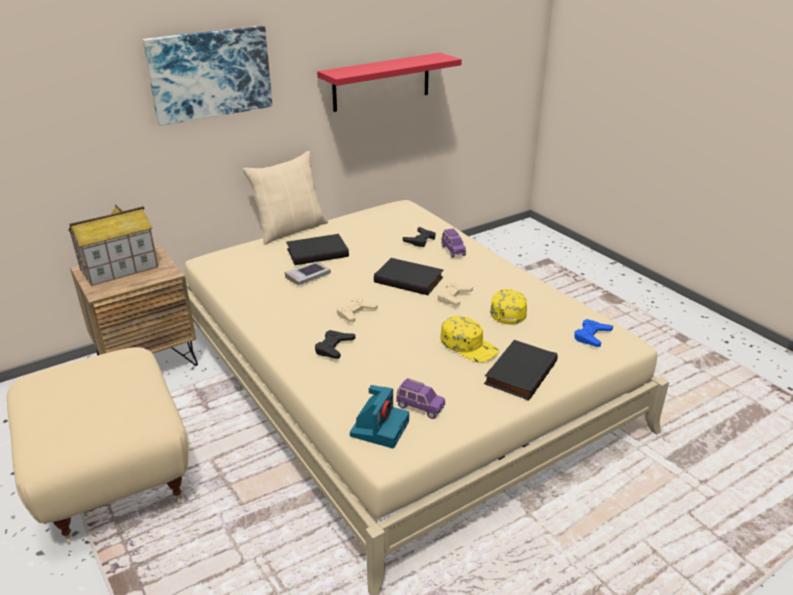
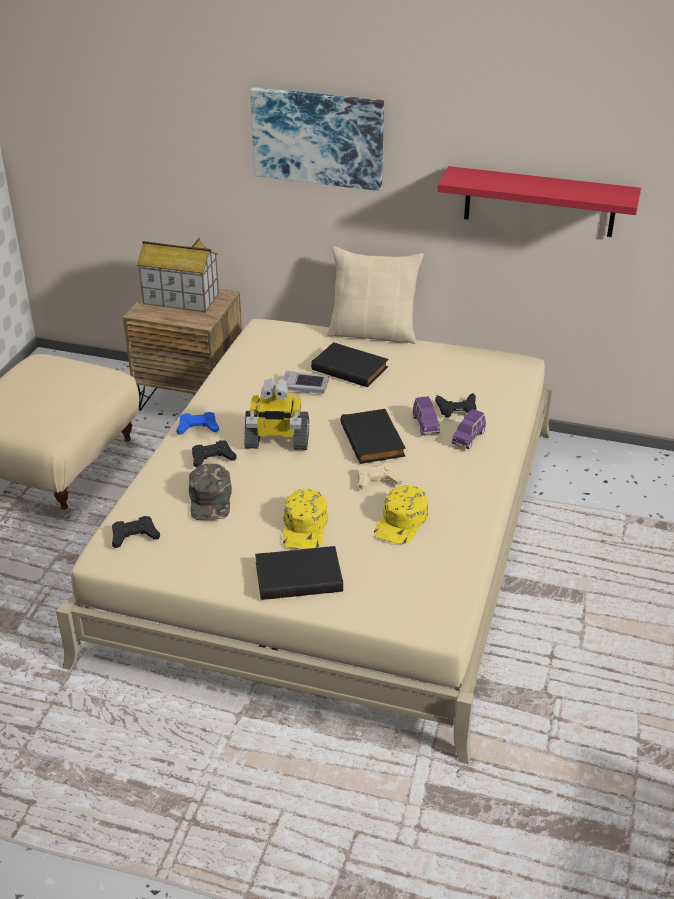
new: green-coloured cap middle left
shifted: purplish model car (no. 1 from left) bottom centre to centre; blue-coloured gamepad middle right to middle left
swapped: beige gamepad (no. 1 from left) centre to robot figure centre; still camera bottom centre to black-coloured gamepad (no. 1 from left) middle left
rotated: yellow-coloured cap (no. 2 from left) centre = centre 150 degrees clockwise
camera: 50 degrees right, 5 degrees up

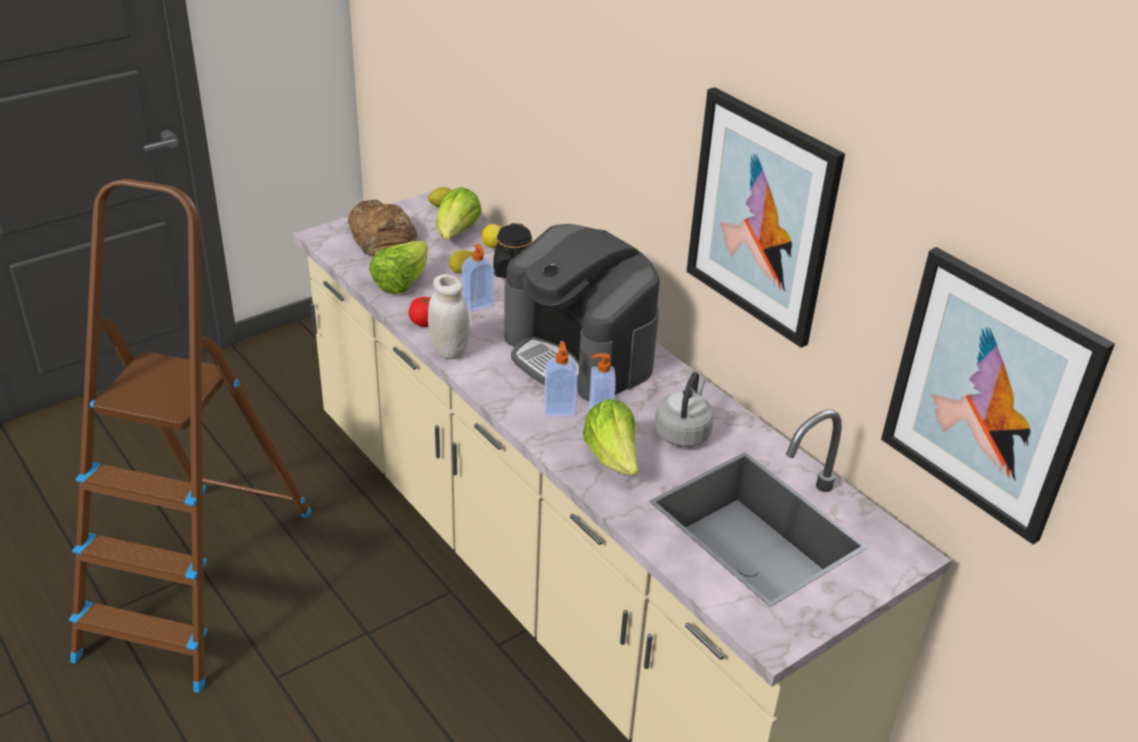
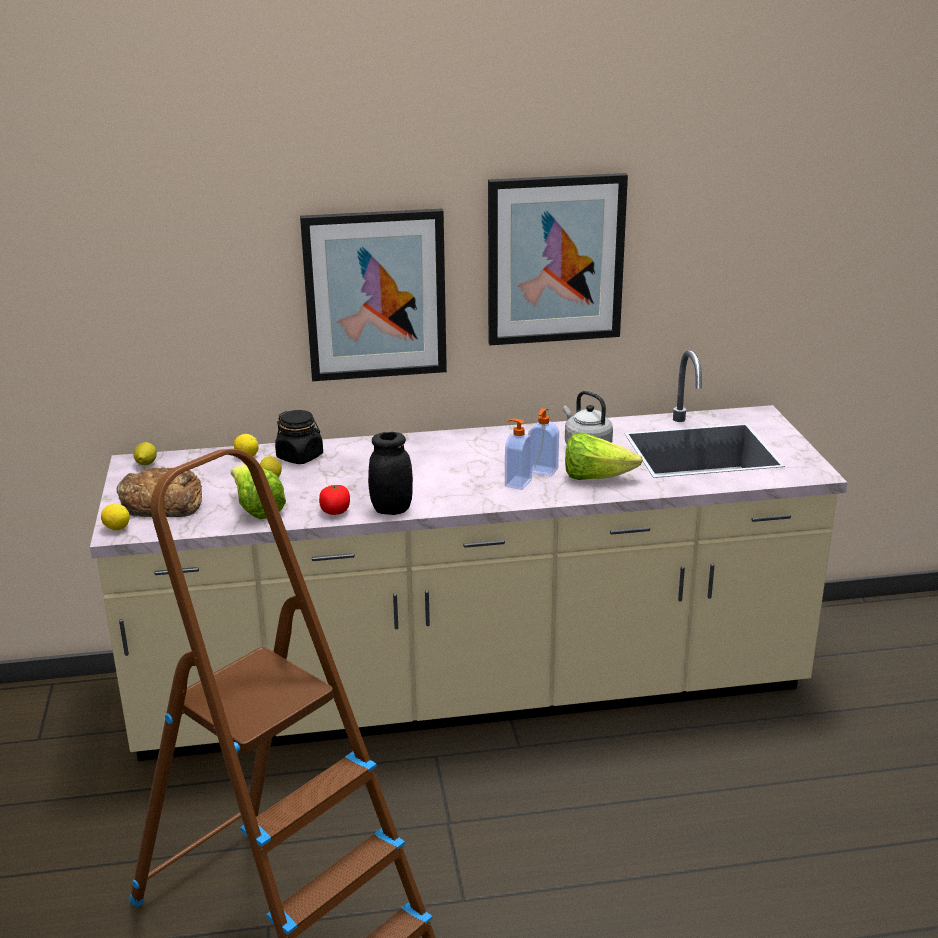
gone: lettuce head (no. 2 from left) top centre; soap dispenser (no. 1 from left) centre; coffee machine centre
new: lemon (no. 1 from left) middle left
shifted: wall picture (no. 2 from left in the first image) middle right to wall picture (no. 1 from left) top centre
repainted: white storage jar centre to black-coloured storage jar (no. 2 from left) centre
camera: 60 degrees left, 10 degrees down

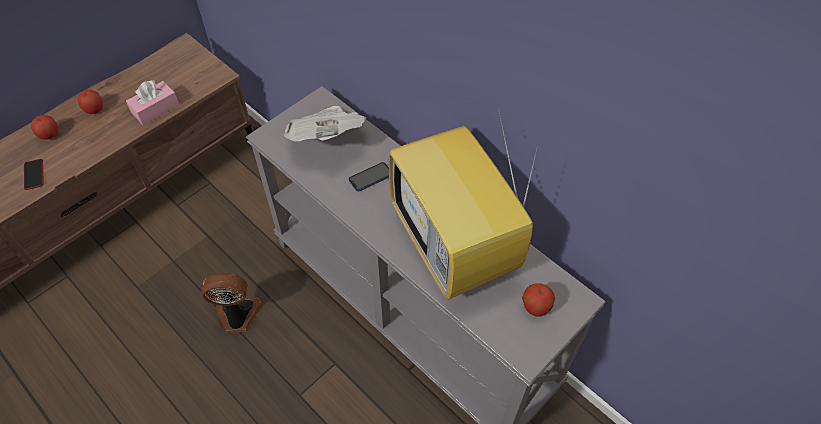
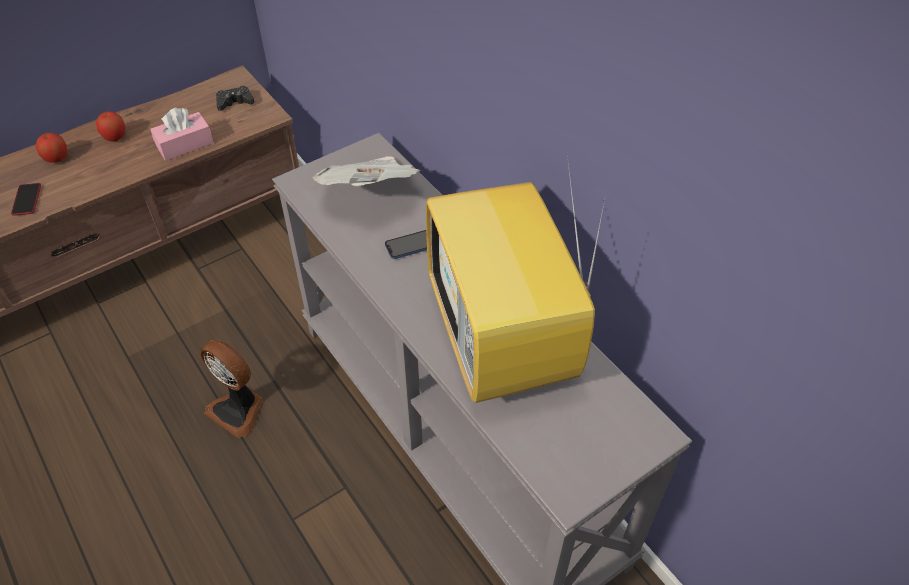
gone: apple (no. 3 from left) bottom centre
new: black-coloured gamepad top left
rotated: electric fan bottom left = middle left 150 degrees counterclockwise
camera: 10 degrees right, 5 degrees down

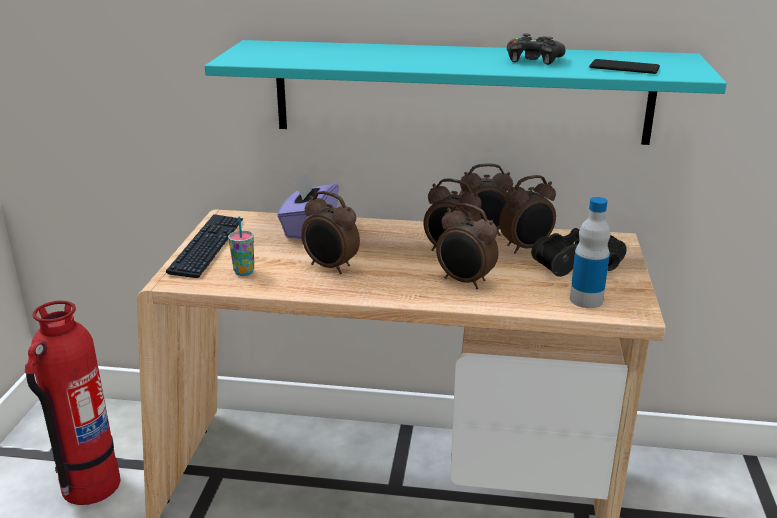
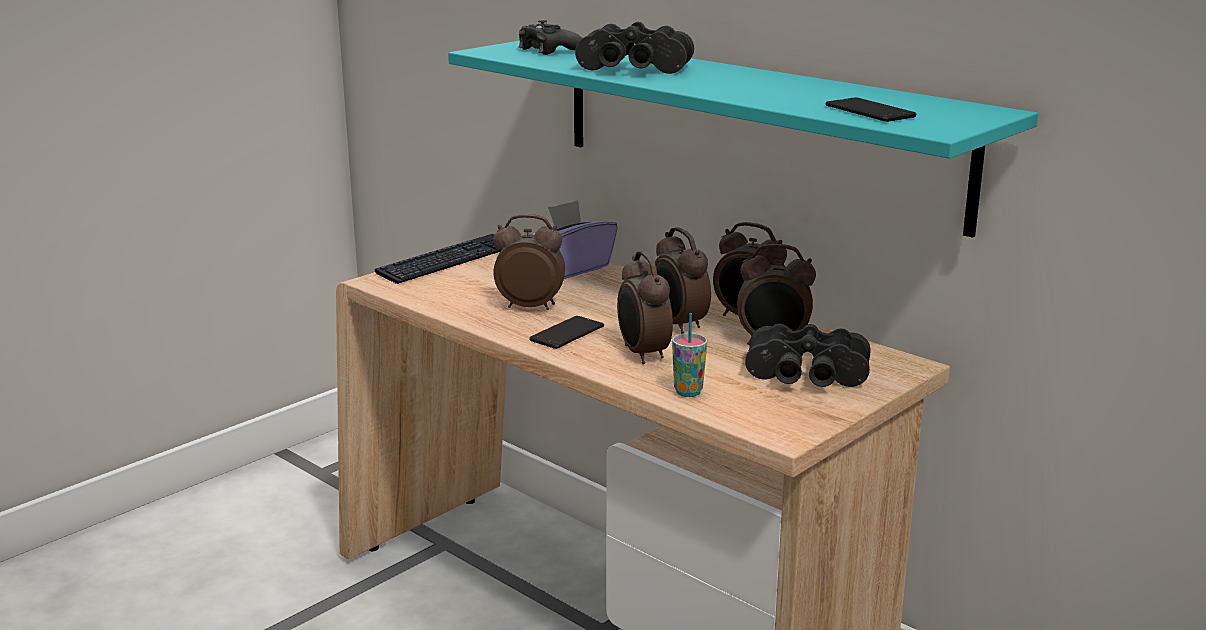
gone: extinguisher bottom left; bottle middle right
new: telephone (no. 1 from left) centre; black-coloured field glasses (no. 1 from left) top centre
shifted: cup middle left to centre; black-coloured gamepad top right to top centre
rotated: alarm clock (no. 1 from left) centre = centre 120 degrees clockwise
camera: 35 degrees right, 5 degrees down

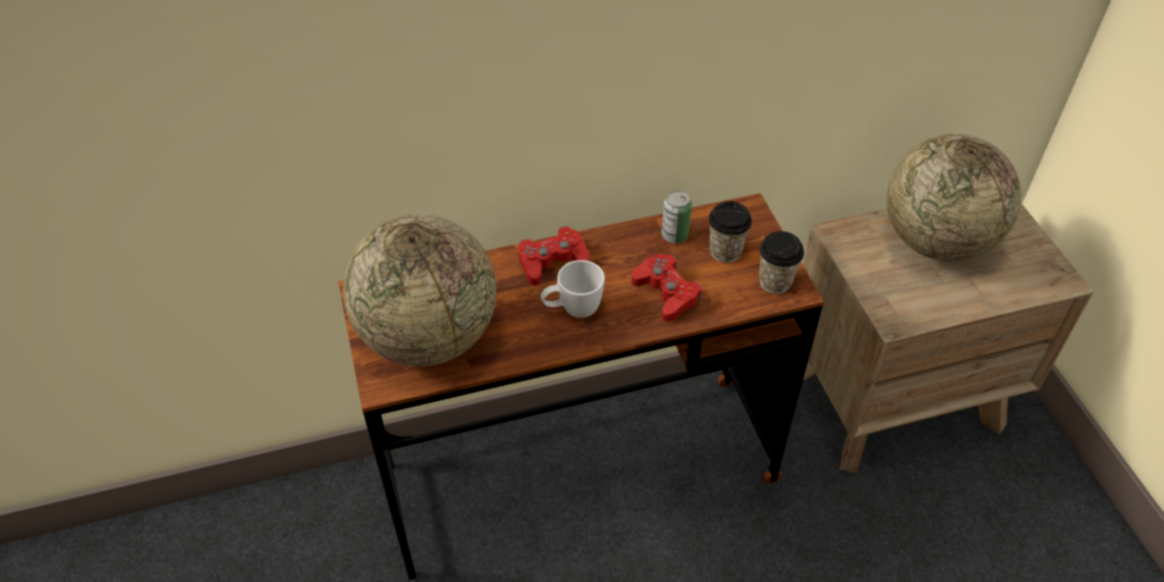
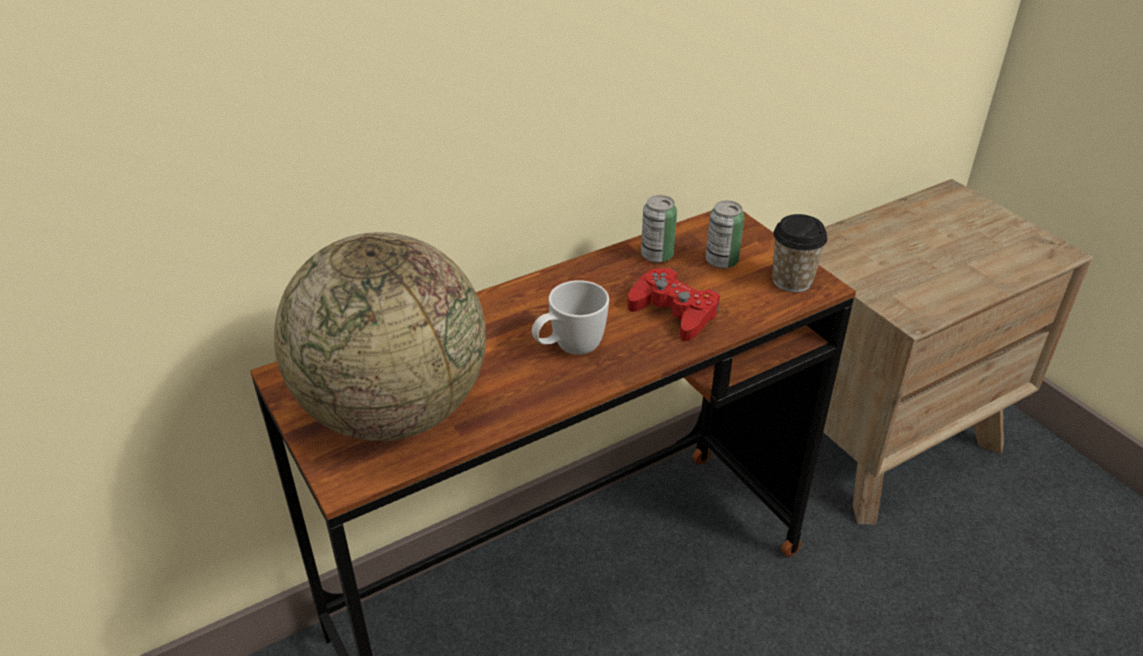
gone: red gamepad (no. 1 from left) centre; world globe (no. 2 from left) middle right
swapped: cup (no. 1 from left) centre to metal can (no. 2 from left) centre
camera: 15 degrees left, 10 degrees down

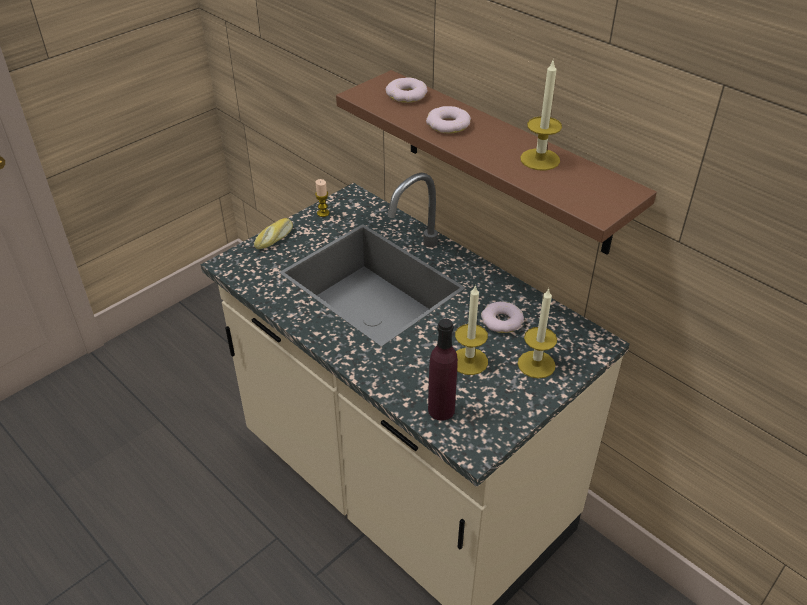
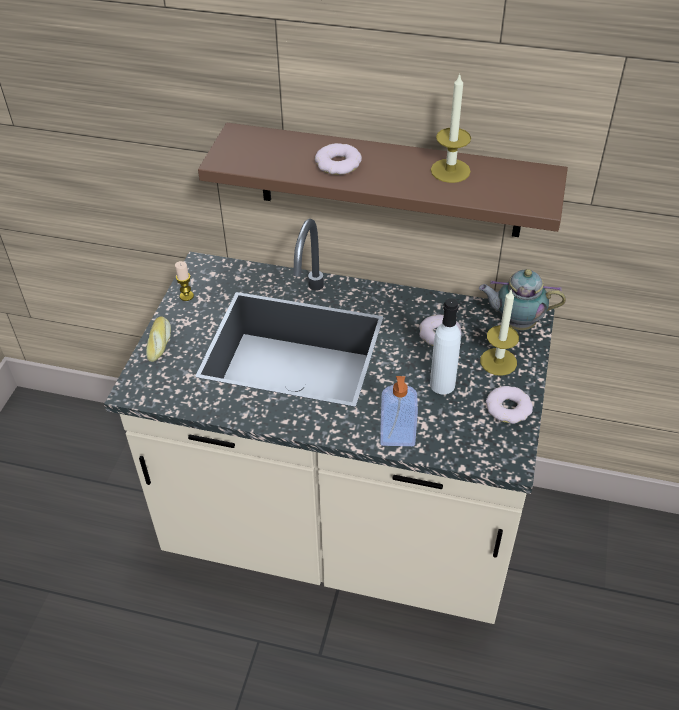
gone: purplish bottle centre
new: soap dispenser centre; teapot middle right
shifted: ring doughnut (no. 1 from left in the first image) top centre to ring doughnut (no. 3 from left) middle right
swapped: candle (no. 2 from left) centre to white bottle centre
camera: 30 degrees left, 5 degrees up

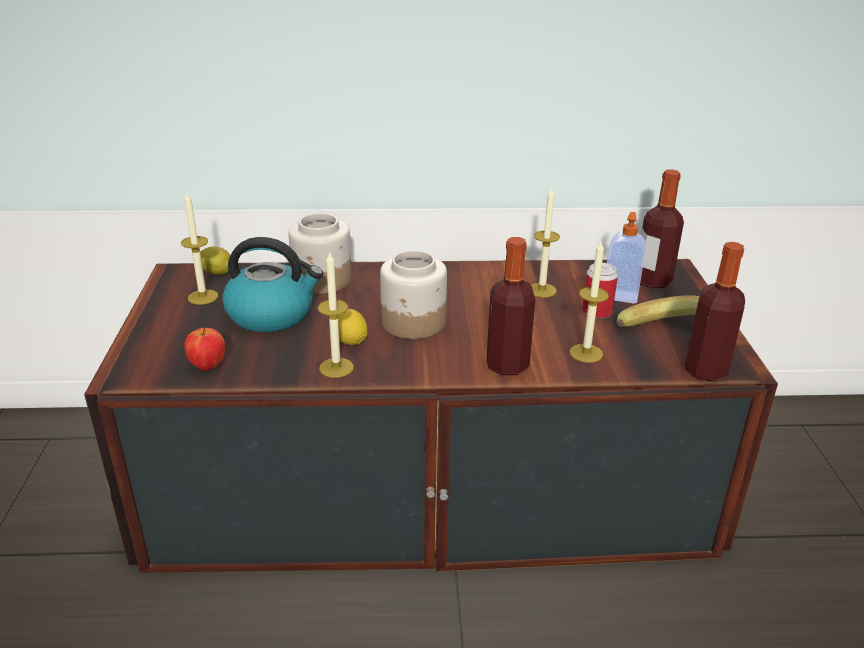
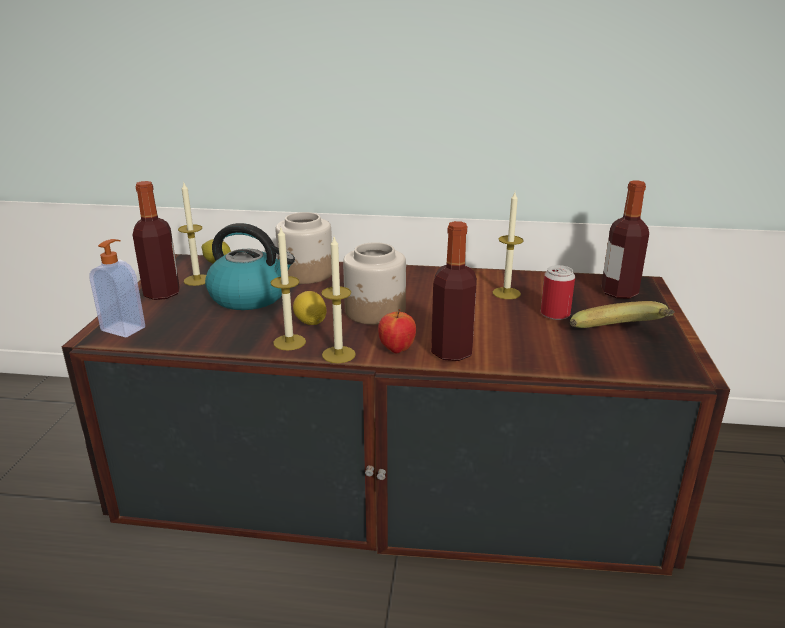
shifted: apple middle left to centre; candle (no. 4 from left in the first image) middle right to candle (no. 3 from left) centre; soap dispenser middle right to middle left; bottle (no. 3 from left in the first image) middle right to bottle (no. 1 from left) middle left
camera: 10 degrees right, 5 degrees down

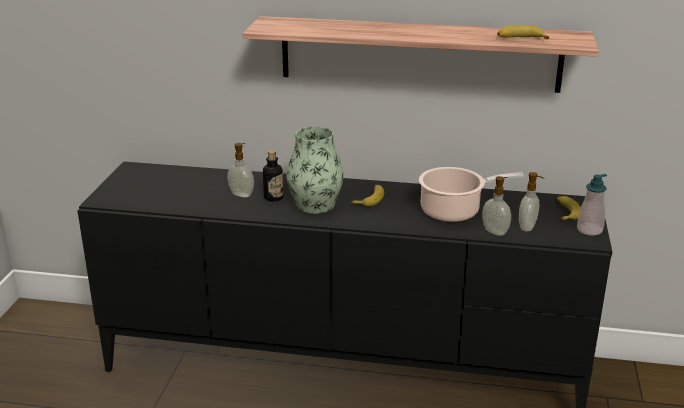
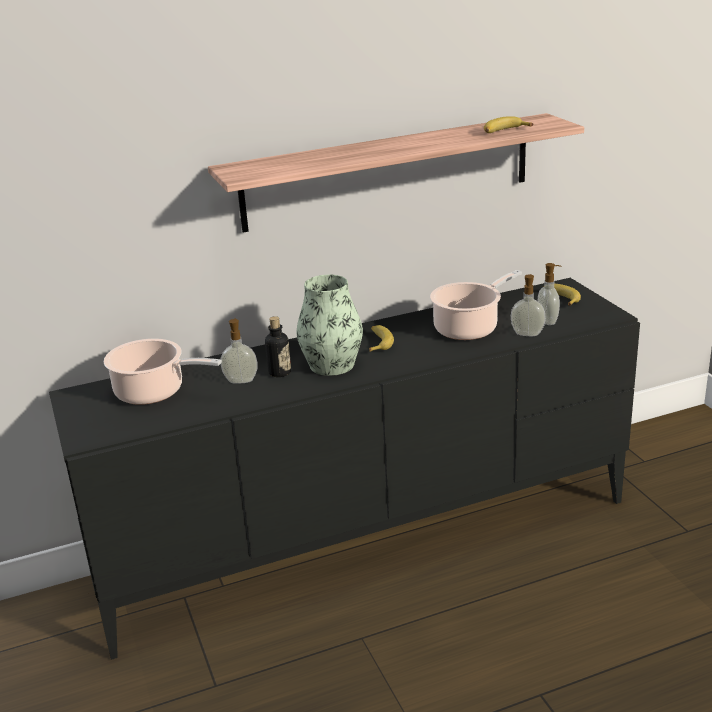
gone: soap dispenser (no. 4 from left) middle right
new: cooking pot (no. 1 from left) middle left
camera: 30 degrees left, 0 degrees up

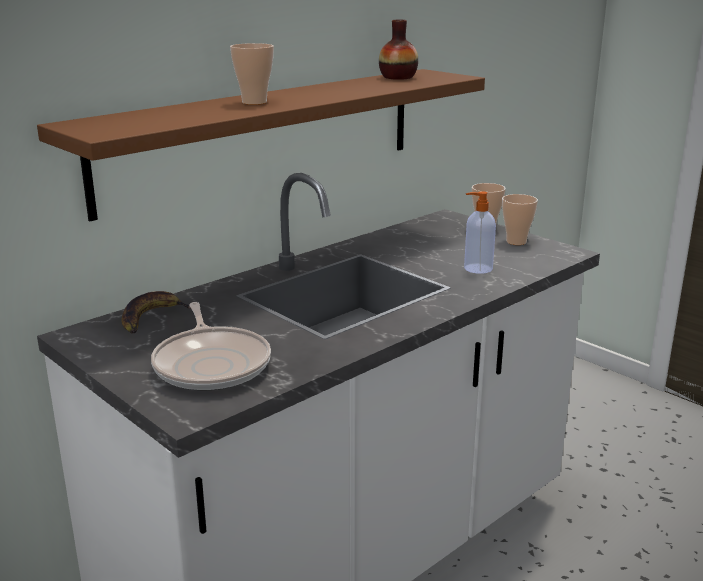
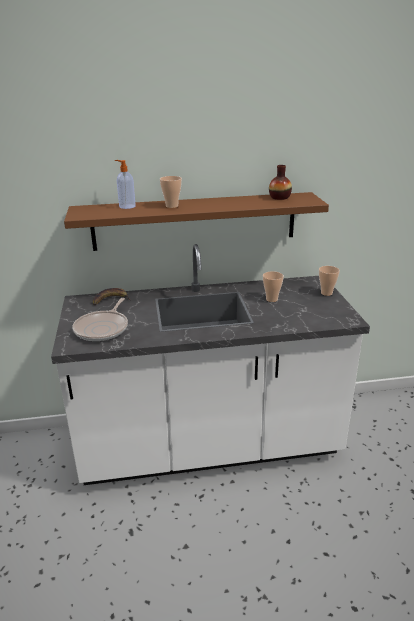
shifted: soap dispenser middle right to top left; cup (no. 3 from left in the first image) middle right to cup (no. 2 from left) centre
camera: 35 degrees right, 5 degrees up

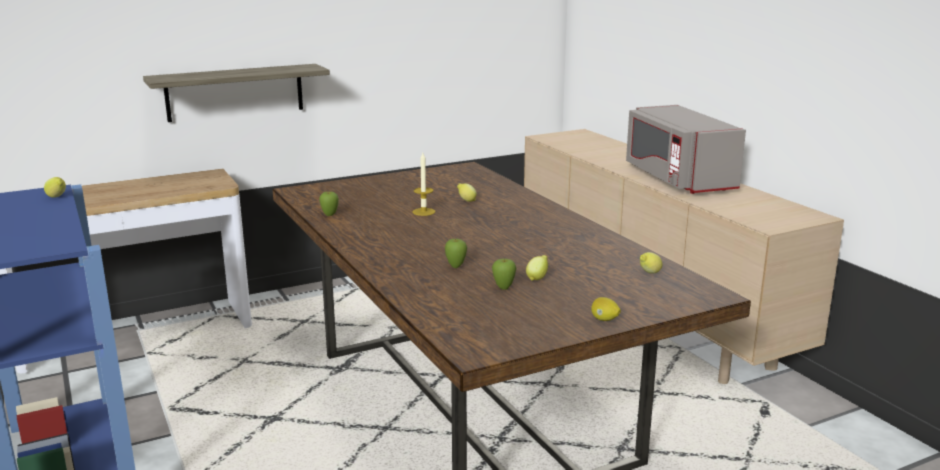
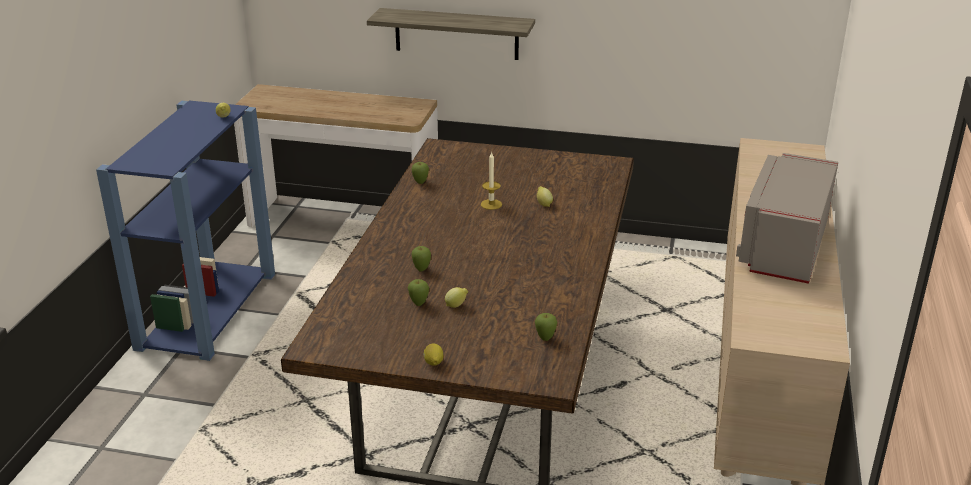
swapped: lemon (no. 5 from left) middle right to apple (no. 4 from left) bottom centre
camera: 40 degrees right, 10 degrees up

